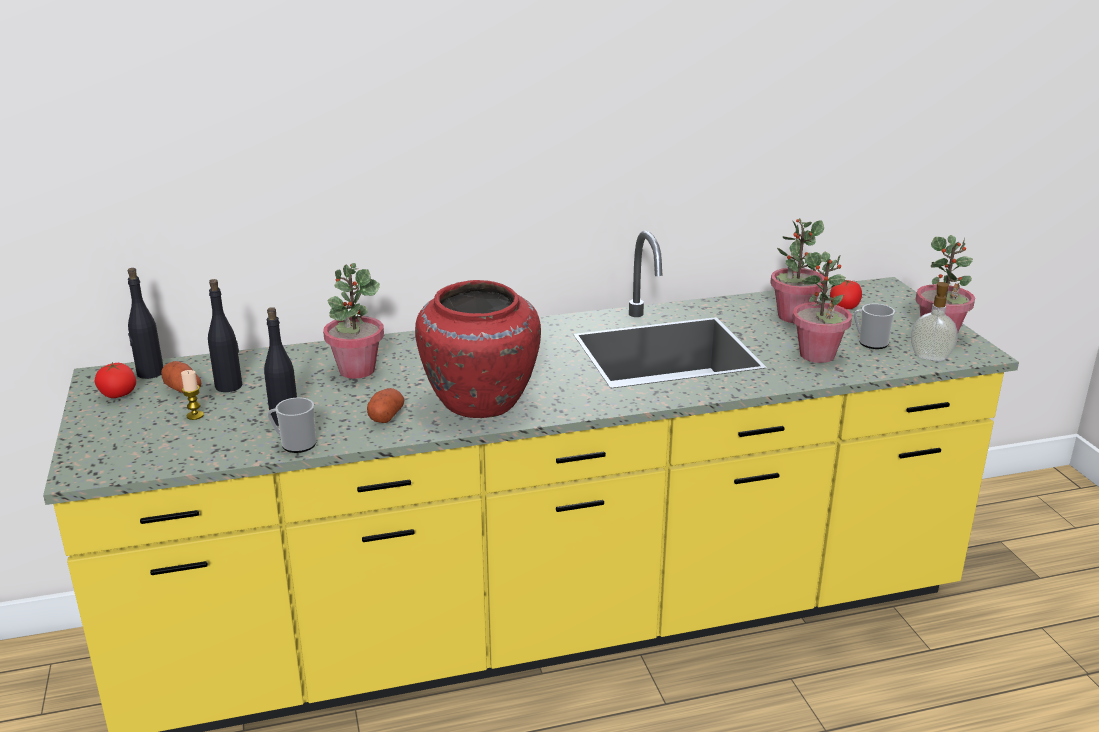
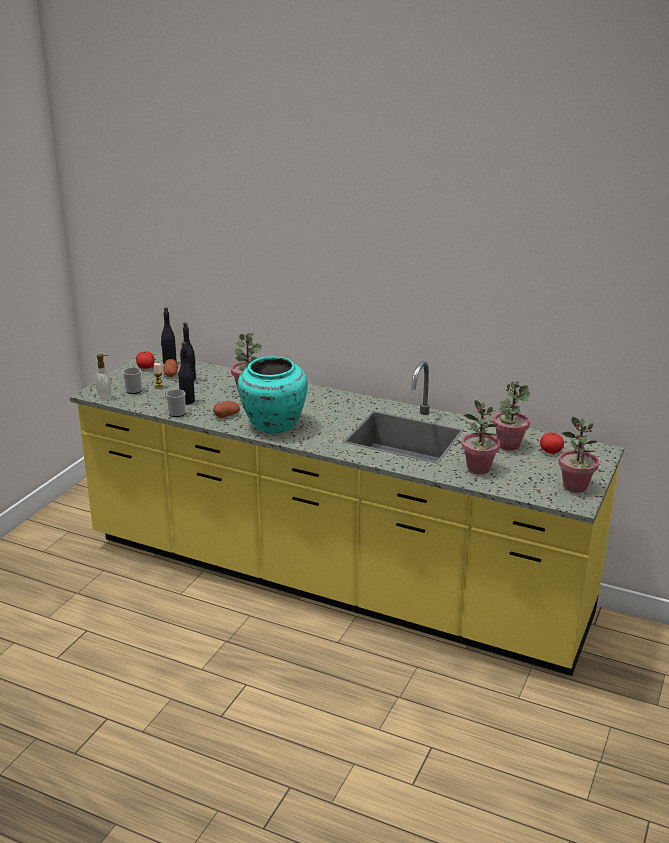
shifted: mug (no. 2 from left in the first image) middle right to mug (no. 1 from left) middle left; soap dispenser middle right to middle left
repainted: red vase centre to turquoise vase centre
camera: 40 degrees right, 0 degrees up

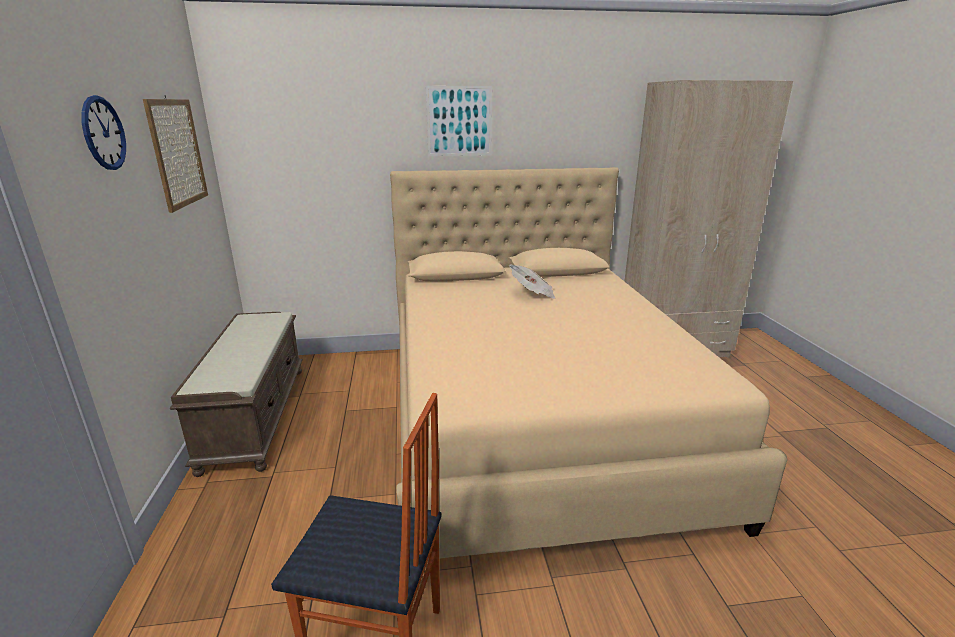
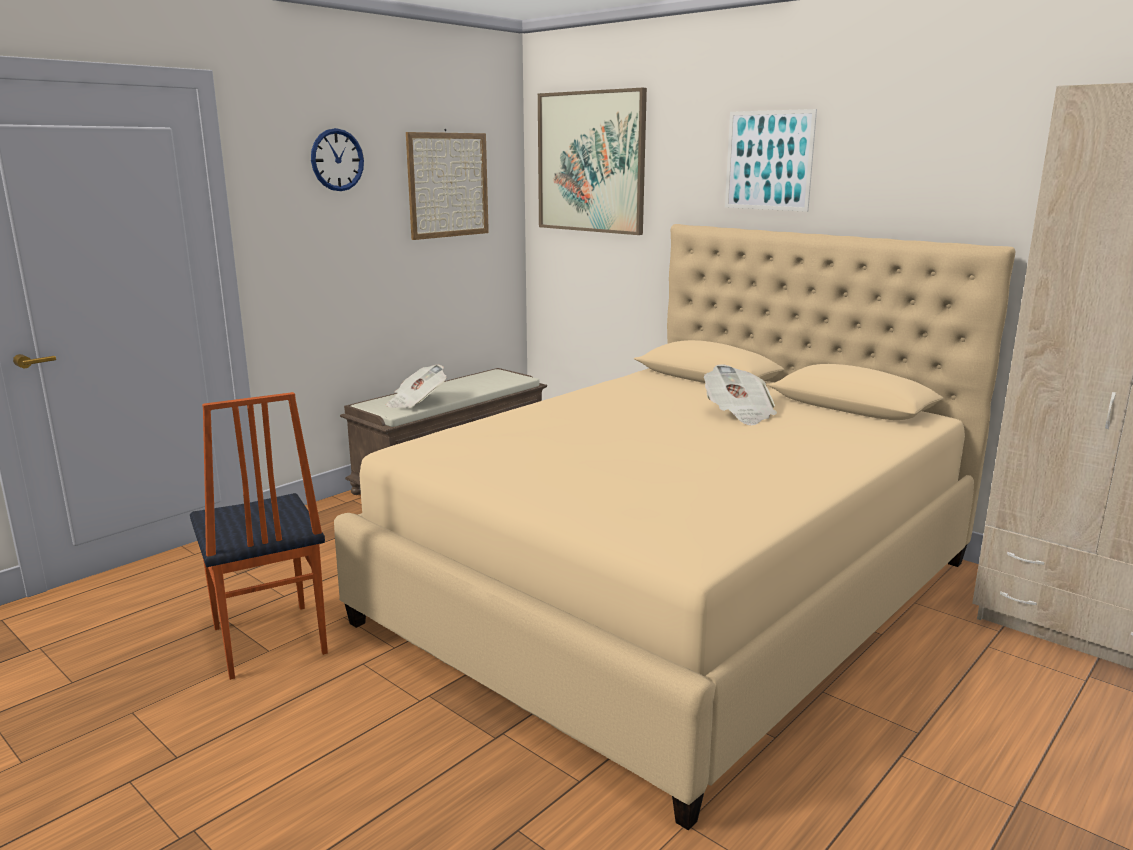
new: daily paper (no. 1 from left) centre; wall picture (no. 2 from left) top centre
camera: 50 degrees right, 5 degrees down

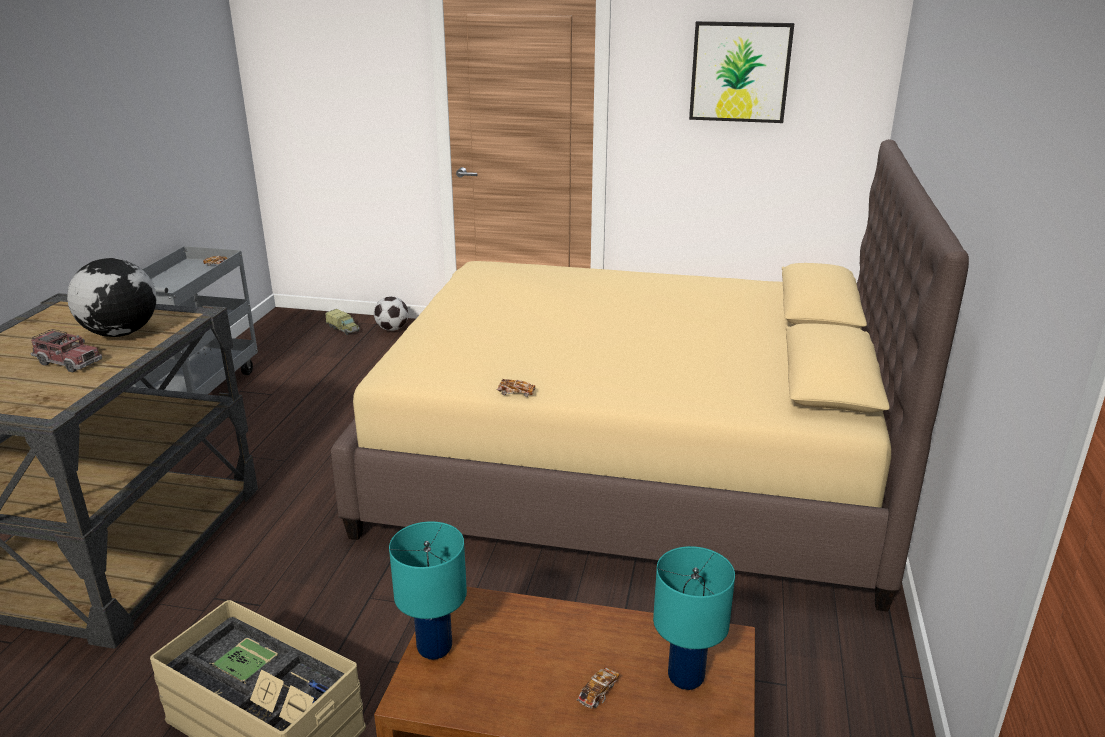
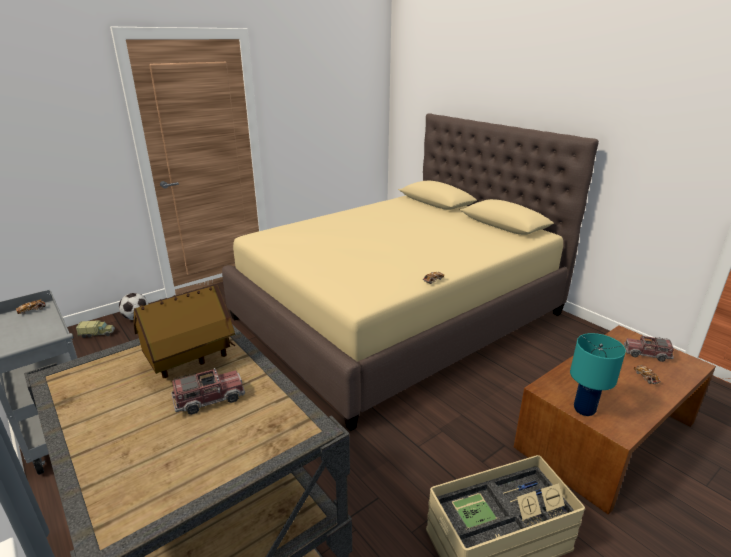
gone: wall picture top right
swapped: world globe middle left to toy house middle left; turquoise table lamp (no. 2 from left) bottom centre to model truck (no. 3 from left) middle right
camera: 50 degrees left, 0 degrees up

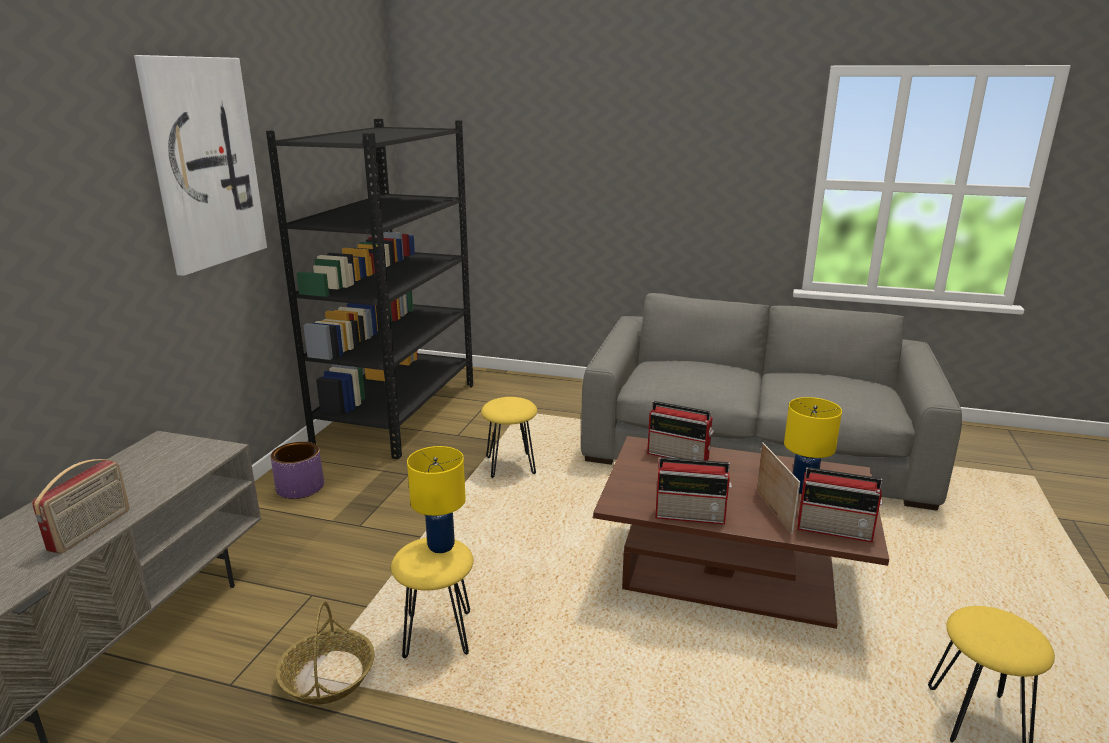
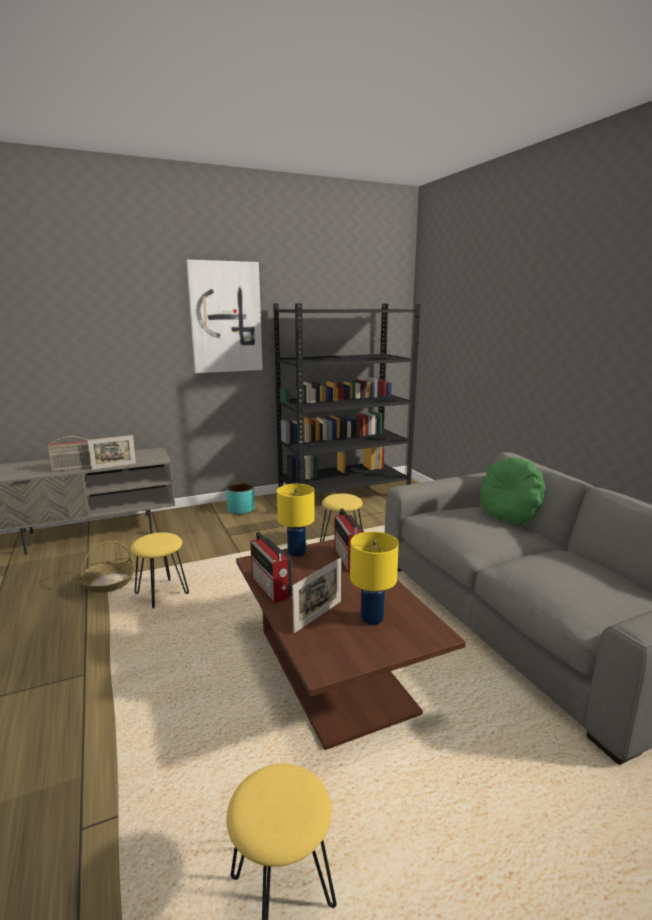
gone: radio set (no. 4 from left) bottom right
new: standing frame (no. 1 from left) middle left; green-coloured cushion middle right
shifted: yellow-coloured table lamp (no. 1 from left) bottom centre to centre
repainted: purplish plant pot middle left to turquoise plant pot centre
camera: 50 degrees right, 5 degrees down

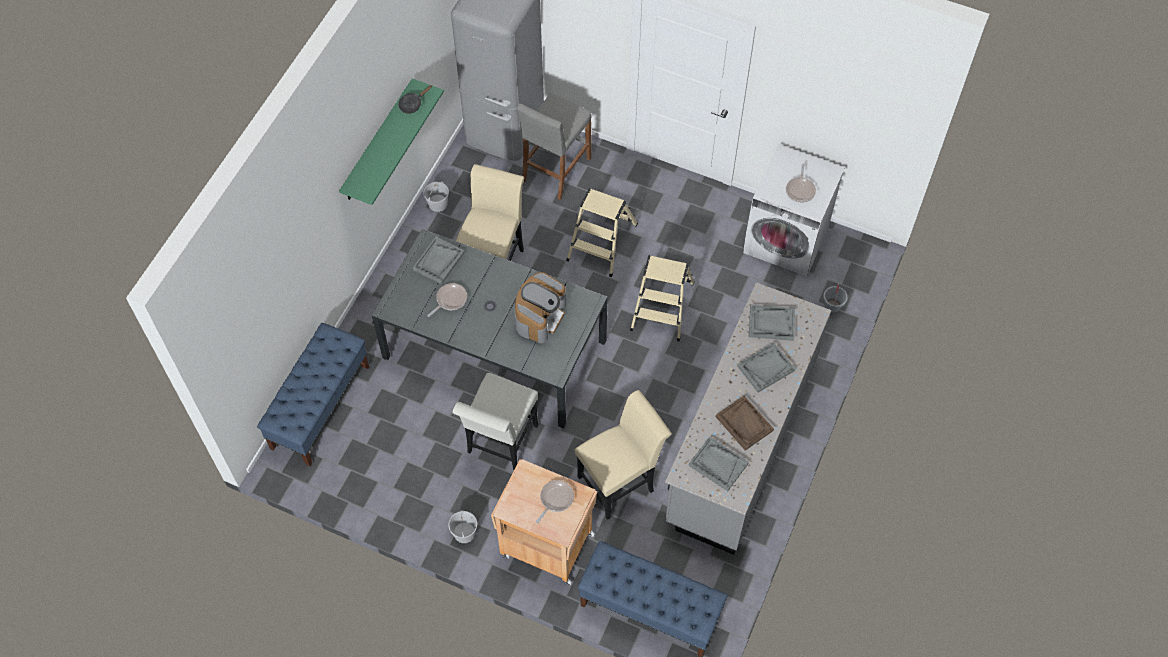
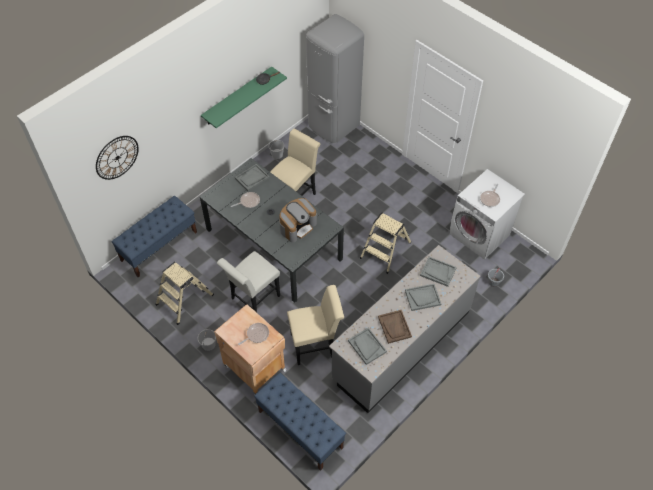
gone: grey stool seat top centre
new: clock on the wall top left
shifted: beige step stool (no. 1 from left) centre to middle left
camera: 20 degrees right, 5 degrees down

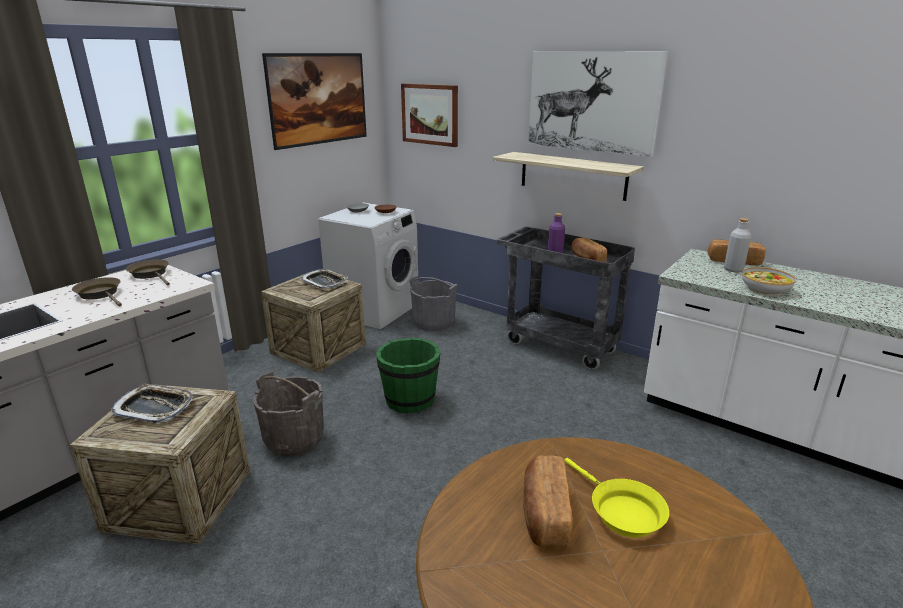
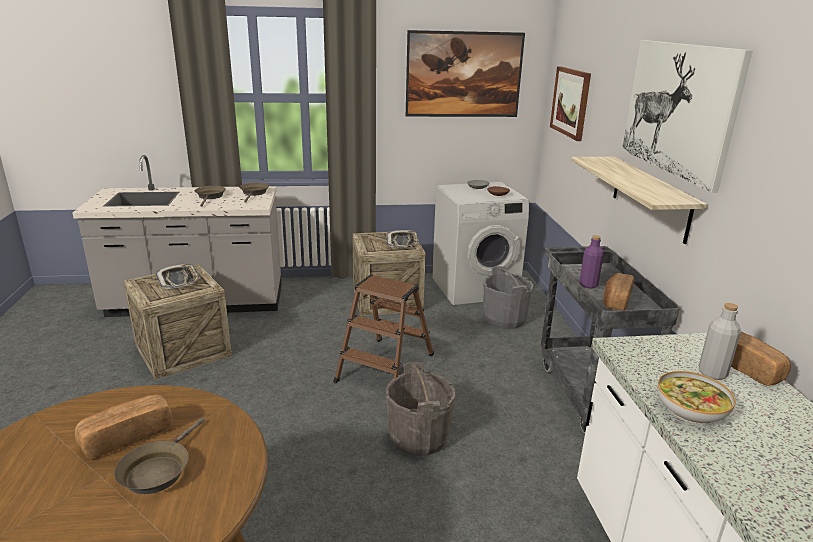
shifted: grey water bucket (no. 1 from left) bottom left to bottom centre
swapped: green-coloured water bucket centre to brown-coloured step stool centre
repainted: yellow-coloured frying pan bottom right to brown-coloured frying pan (no. 1 from left) bottom left
camera: 45 degrees right, 0 degrees up

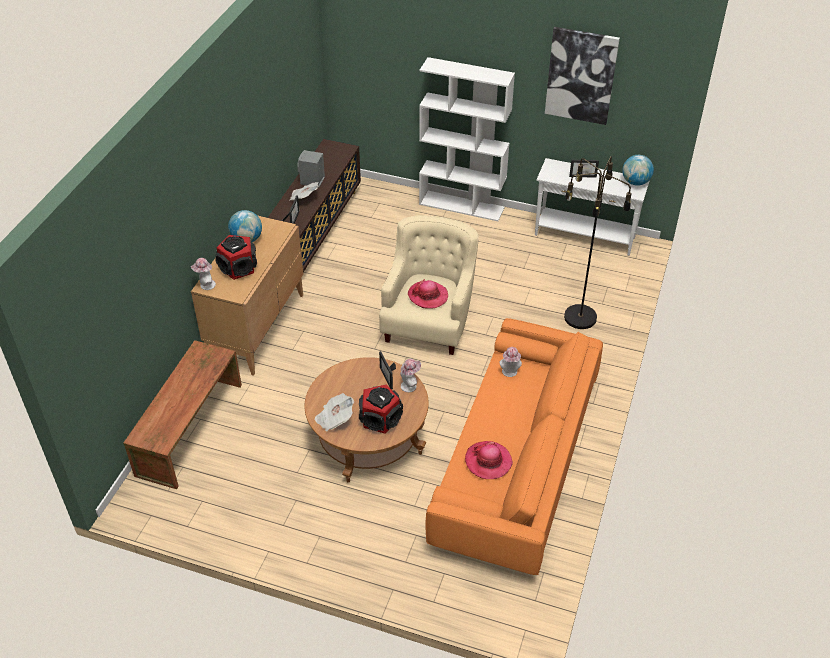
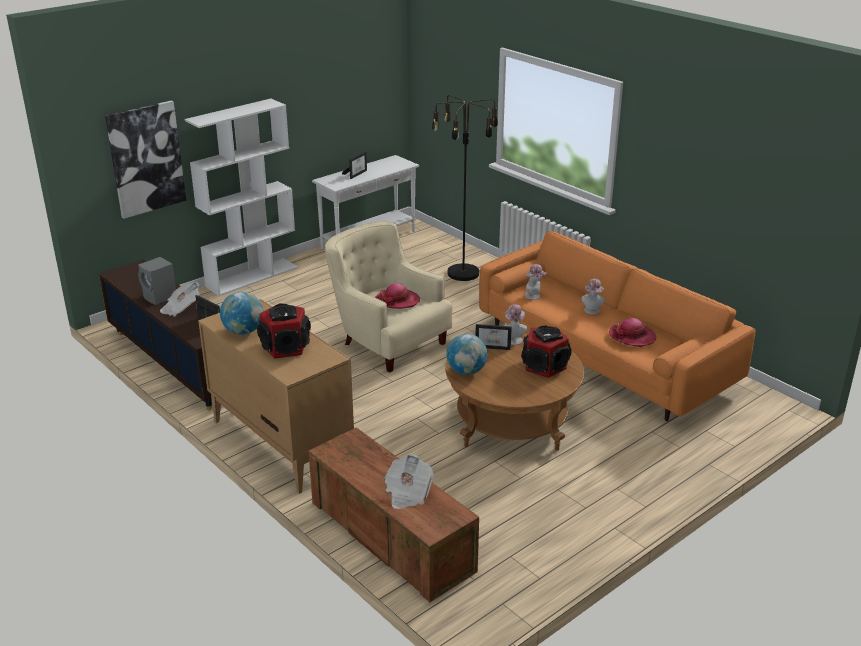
shifted: clothing hat (no. 1 from left in the first image) middle left to clothing hat (no. 4 from left) middle right; daily paper (no. 2 from left) centre to bottom centre; wall picture top right to top left; world globe (no. 2 from left) top right to centre
camera: 60 degrees left, 15 degrees down

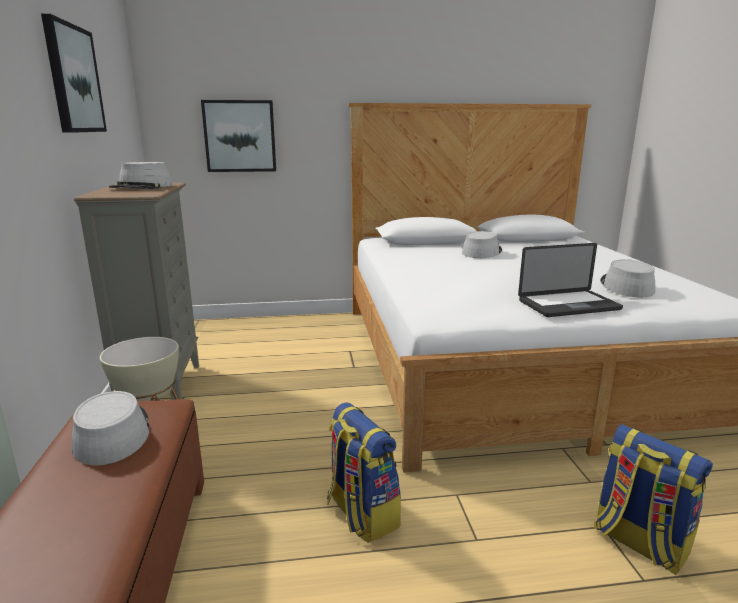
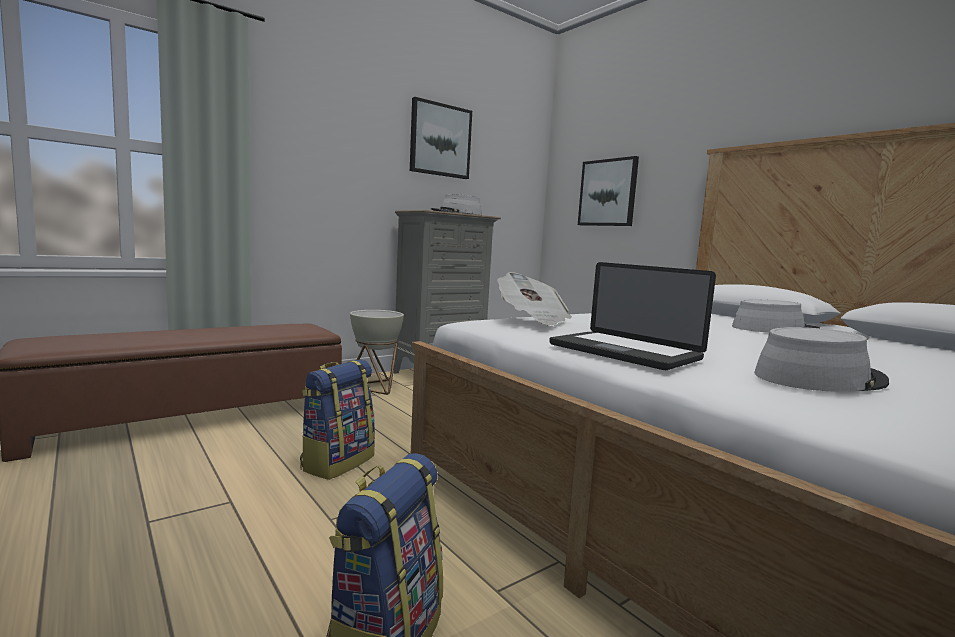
gone: grey clothing hat (no. 1 from left) bottom left
new: daily paper centre
camera: 60 degrees right, 10 degrees down

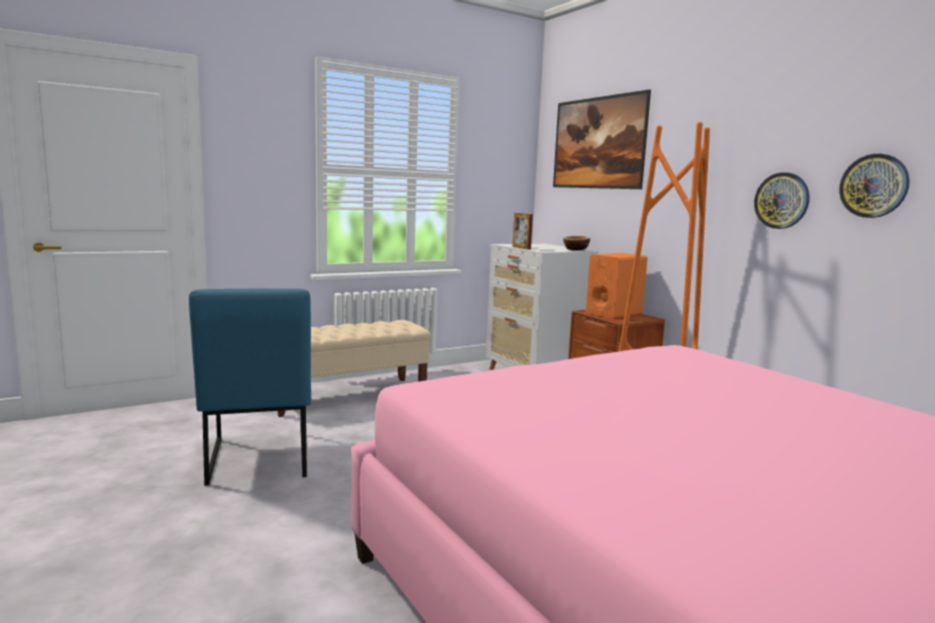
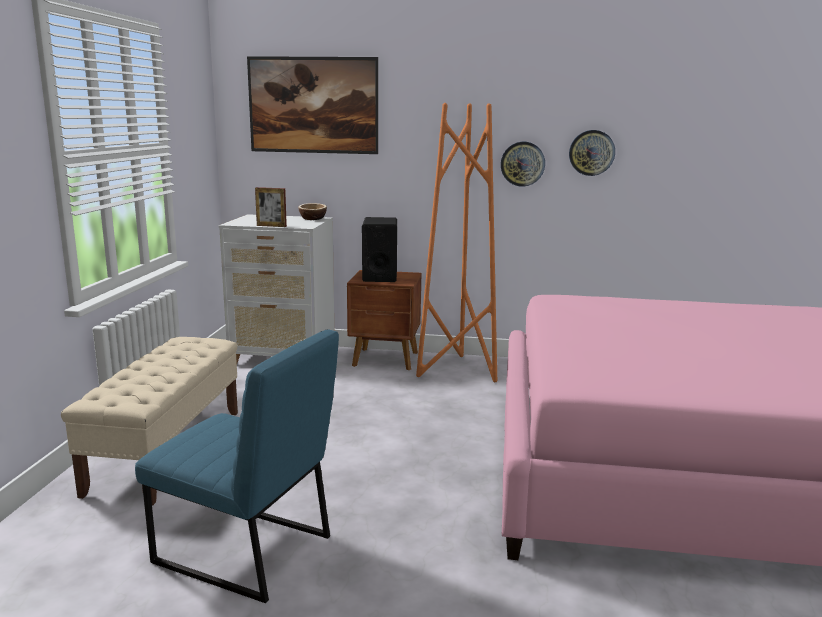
repainted: orange audio speaker centre to black-coloured audio speaker centre
camera: 50 degrees left, 5 degrees up

